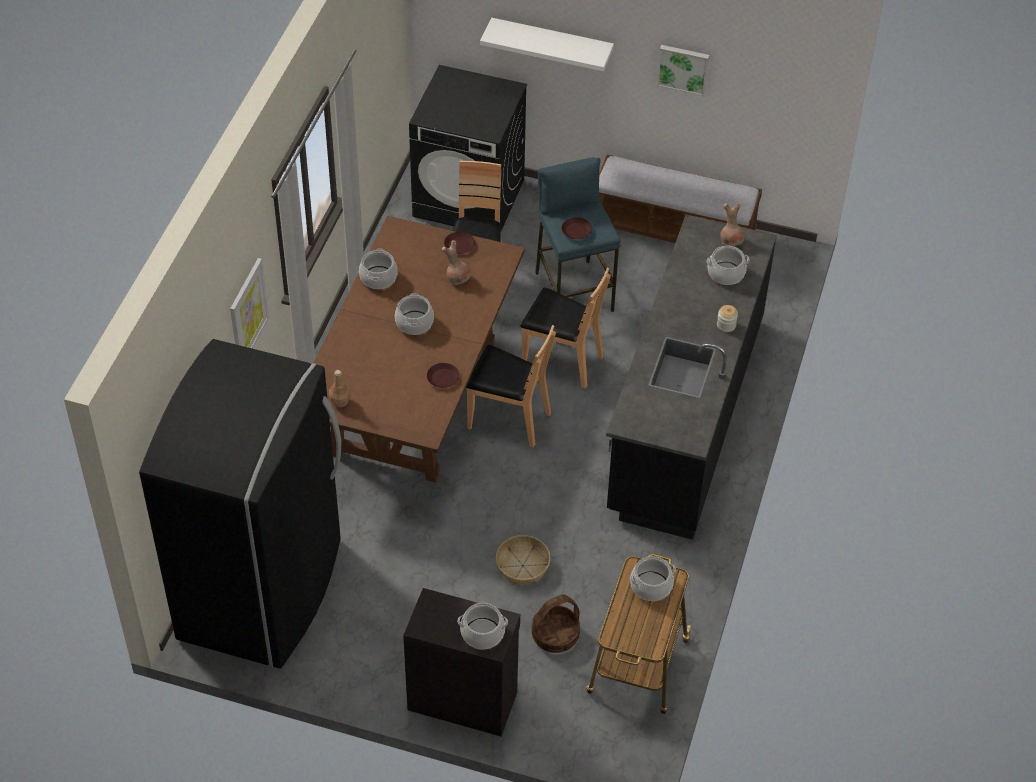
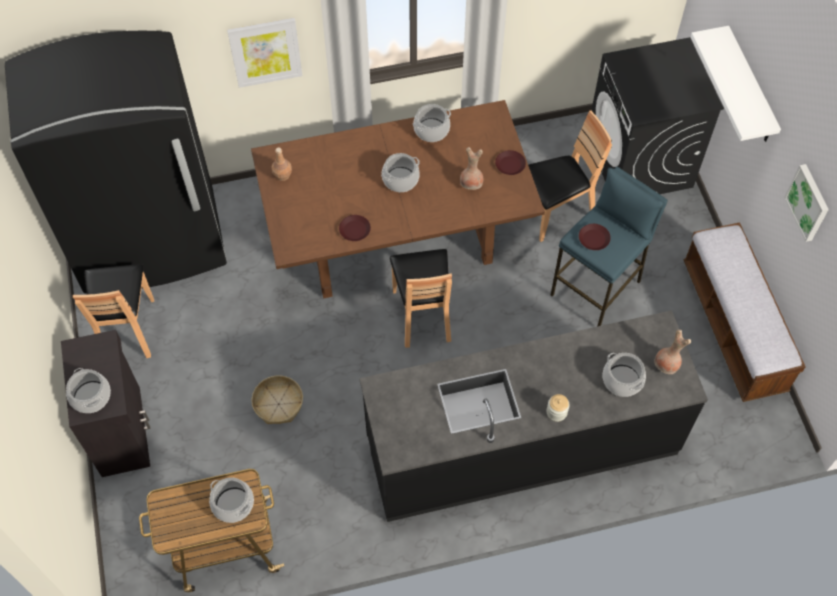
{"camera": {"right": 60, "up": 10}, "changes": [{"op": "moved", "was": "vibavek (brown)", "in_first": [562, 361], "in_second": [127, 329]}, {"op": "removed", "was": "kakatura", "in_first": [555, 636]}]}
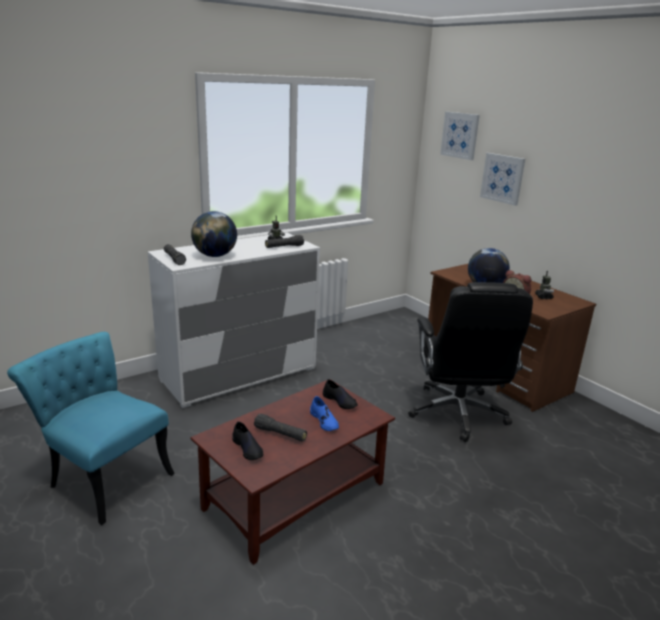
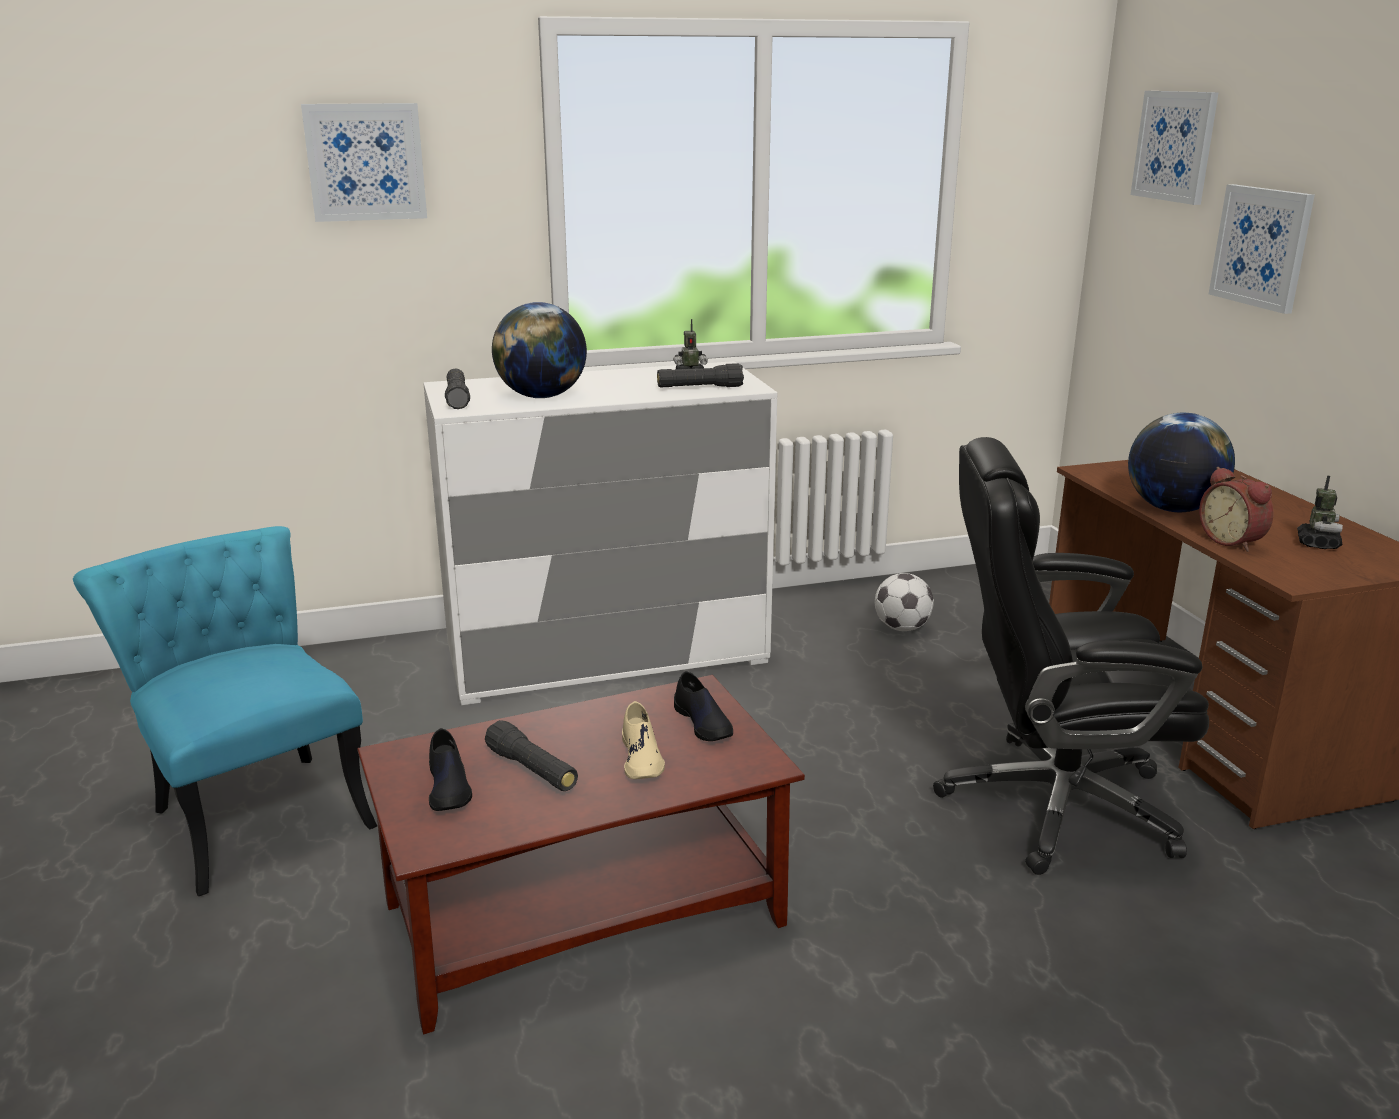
{"camera": {"right": 20, "up": 0}, "changes": [{"op": "added", "now": "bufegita", "in_second": [365, 162]}, {"op": "recoloured", "was": "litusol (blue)", "now": "litusol (beige)", "in_first": [324, 421], "in_second": [641, 758]}, {"op": "added", "now": "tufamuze", "in_second": [902, 628]}, {"op": "turned", "was": "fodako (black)", "in_first": [458, 414], "in_second": [1052, 804], "clockwise": 75}]}
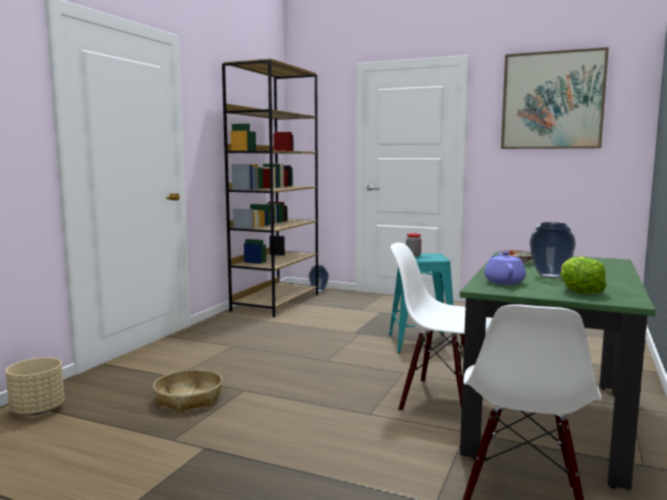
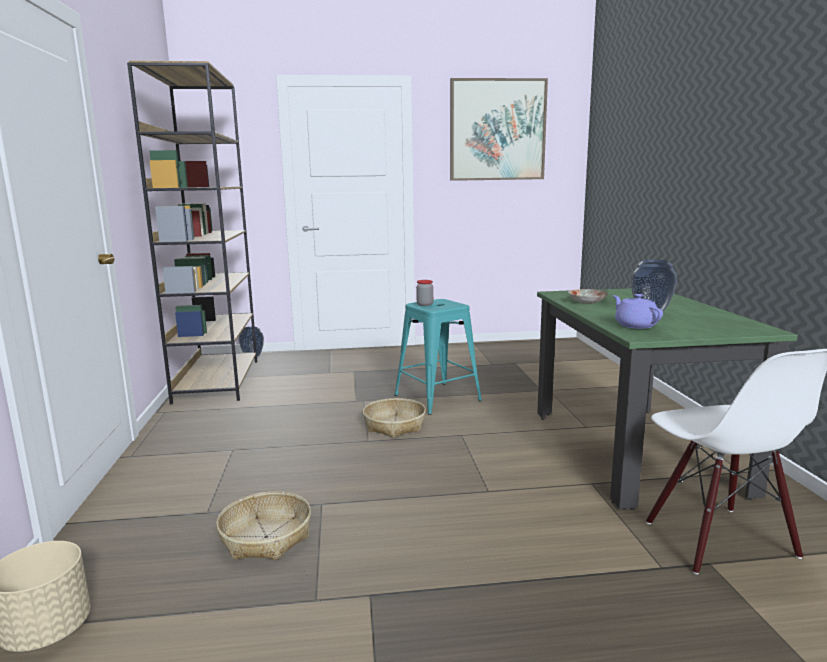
{"camera": {"right": -30, "up": 5}, "changes": [{"op": "added", "now": "kakatura", "in_second": [394, 425]}, {"op": "removed", "was": "vibavek (white)", "in_first": [440, 400]}, {"op": "removed", "was": "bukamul", "in_first": [579, 290]}]}
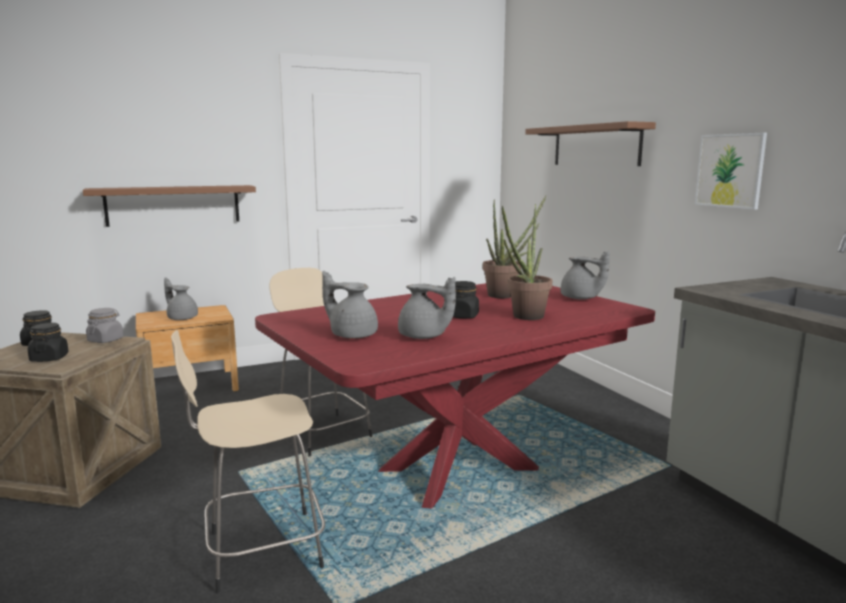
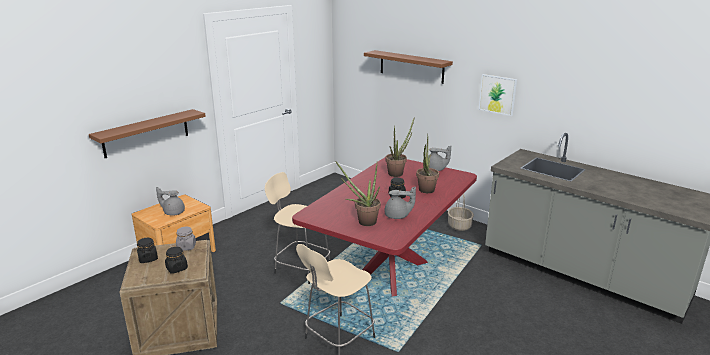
{"camera": {"right": -25, "up": 10}, "changes": [{"op": "replaced", "was": "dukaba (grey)", "now": "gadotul", "in_first": [352, 335], "in_second": [363, 222]}, {"op": "added", "now": "kakatura", "in_second": [459, 226]}]}
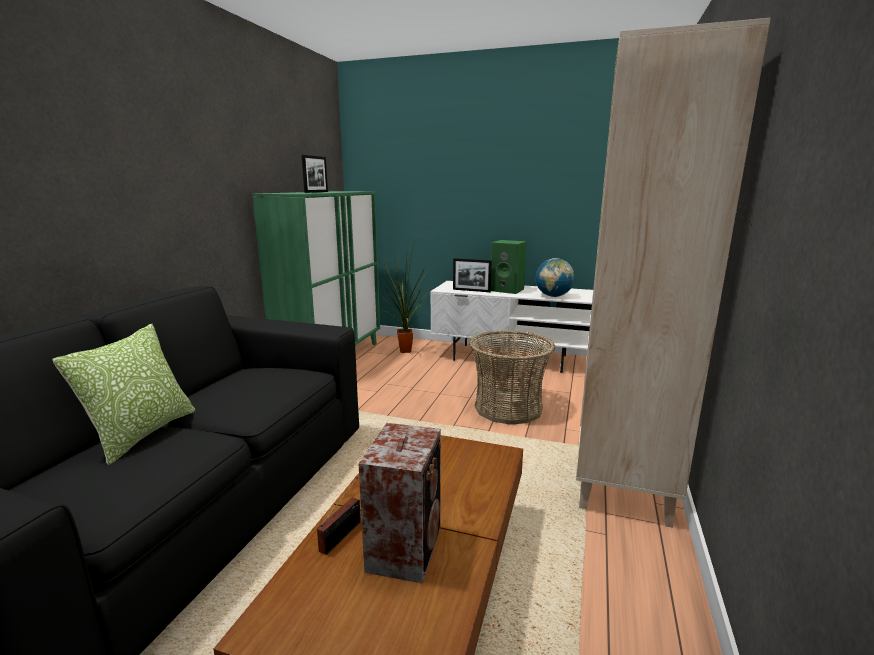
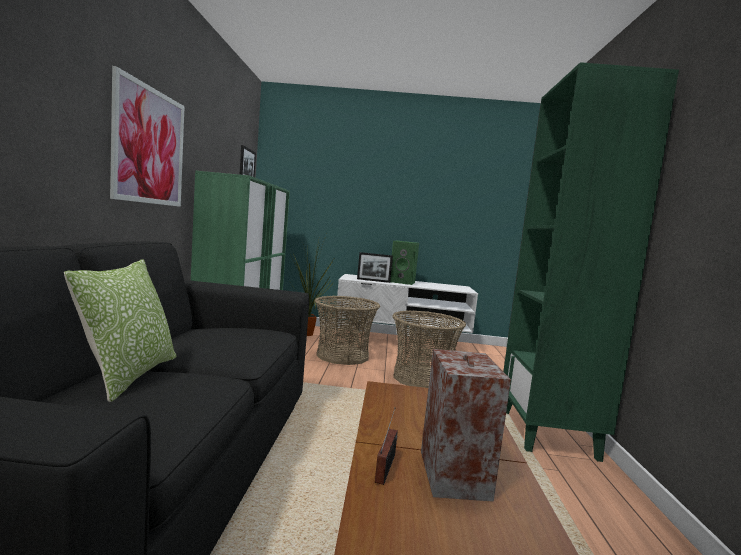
{"camera": {"right": -15, "up": -10}, "changes": [{"op": "added", "now": "bufegita", "in_second": [150, 146]}, {"op": "added", "now": "kakatura", "in_second": [343, 355]}, {"op": "recoloured", "was": "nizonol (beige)", "now": "nizonol (green)", "in_first": [623, 488], "in_second": [548, 435]}, {"op": "removed", "was": "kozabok", "in_first": [553, 296]}]}
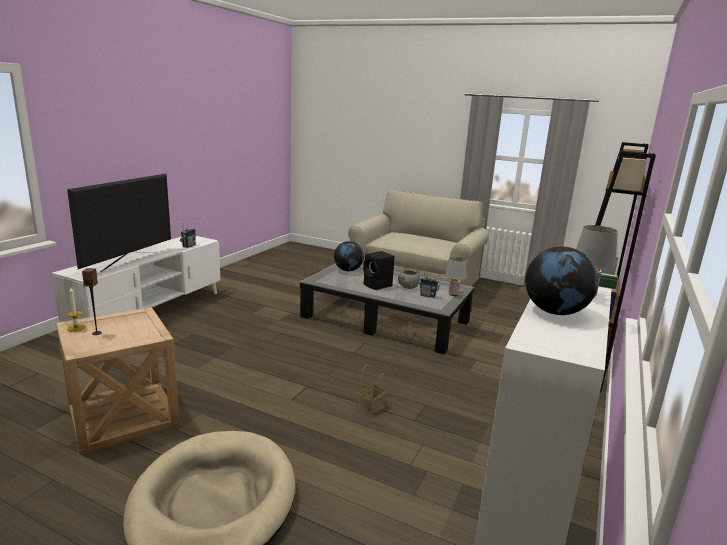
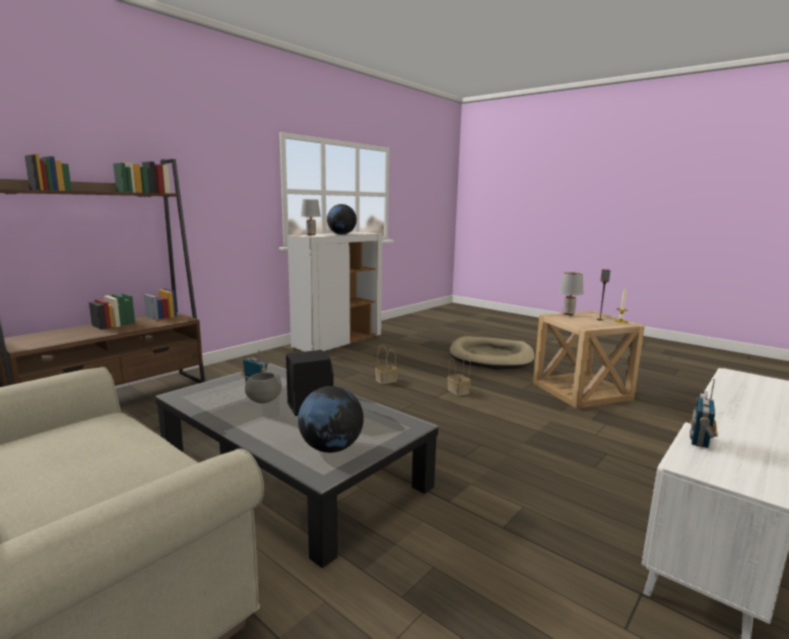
{"camera": {"right": -165, "up": -5}, "changes": [{"op": "added", "now": "kakatura", "in_second": [457, 391]}, {"op": "moved", "was": "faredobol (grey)", "in_first": [453, 294], "in_second": [568, 314]}, {"op": "removed", "was": "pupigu", "in_first": [129, 261]}]}
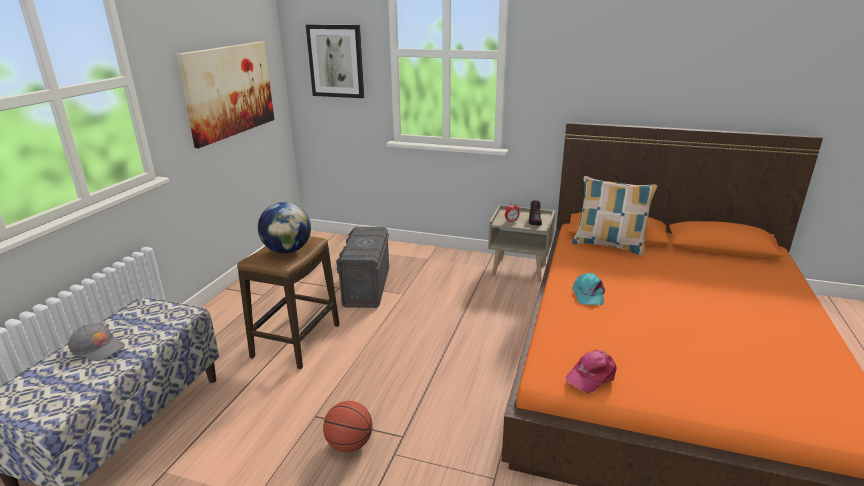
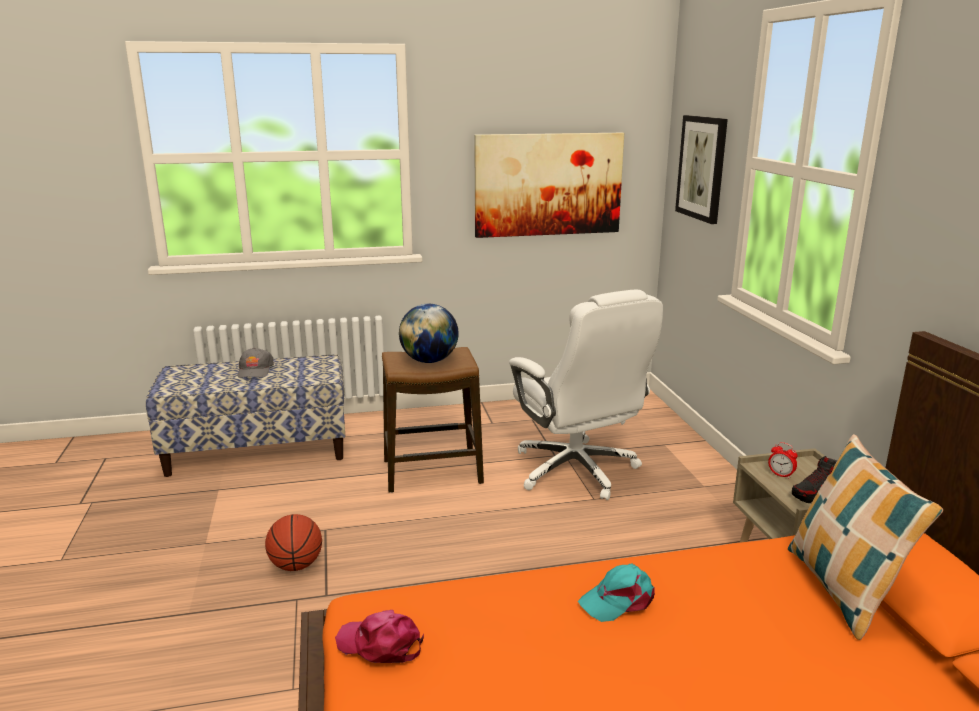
{"camera": {"right": 60, "up": -5}, "changes": [{"op": "replaced", "was": "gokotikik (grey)", "now": "fodako (white)", "in_first": [366, 287], "in_second": [577, 471]}]}
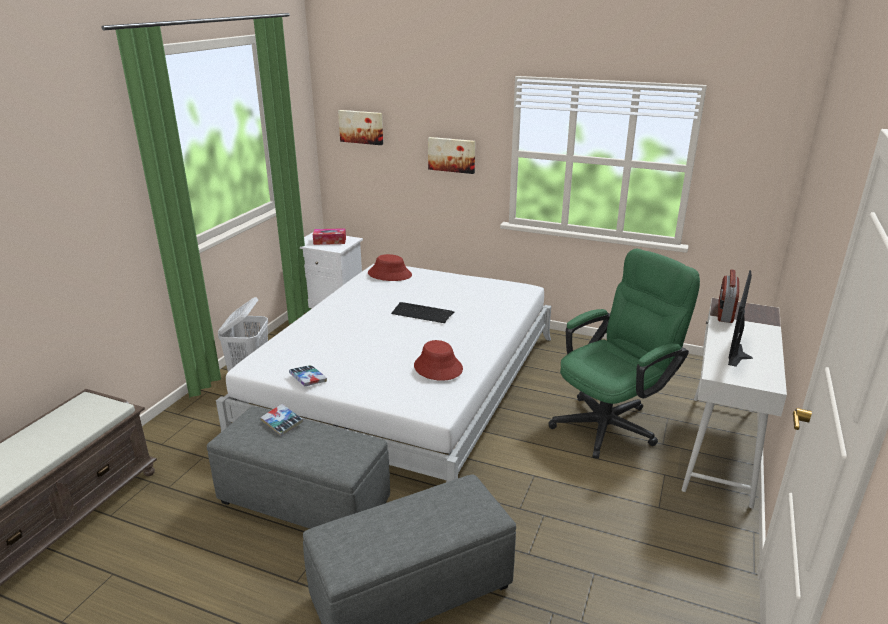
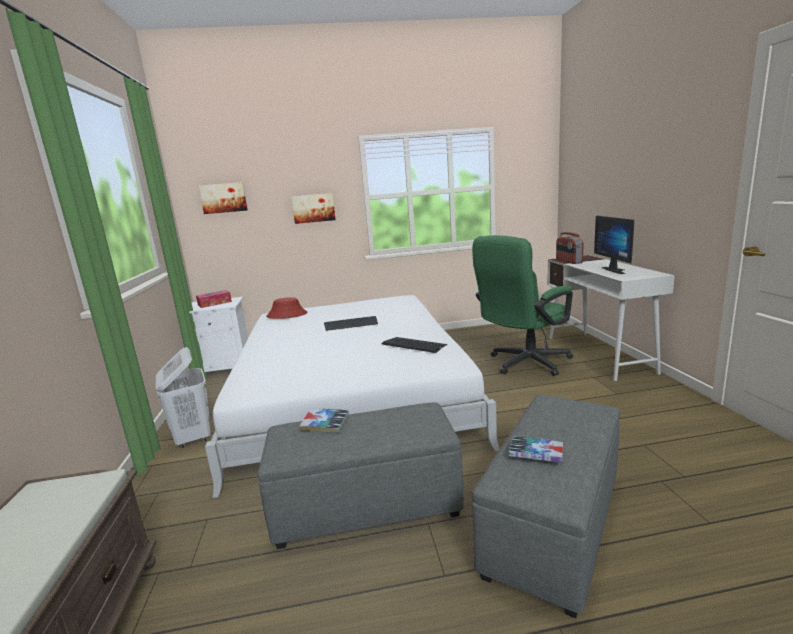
{"camera": {"right": -30, "up": -10}, "changes": [{"op": "replaced", "was": "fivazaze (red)", "now": "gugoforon", "in_first": [438, 368], "in_second": [414, 345]}, {"op": "turned", "was": "fodako (green)", "in_first": [612, 422], "in_second": [524, 364], "clockwise": -150}, {"op": "moved", "was": "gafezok", "in_first": [308, 379], "in_second": [536, 454]}]}
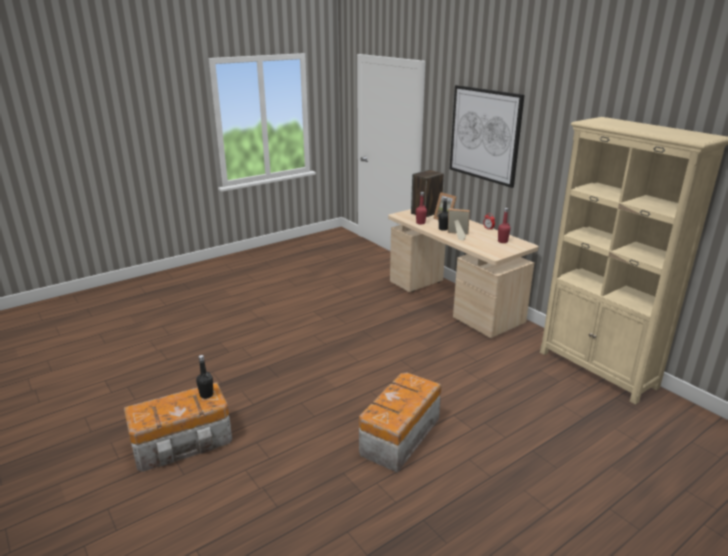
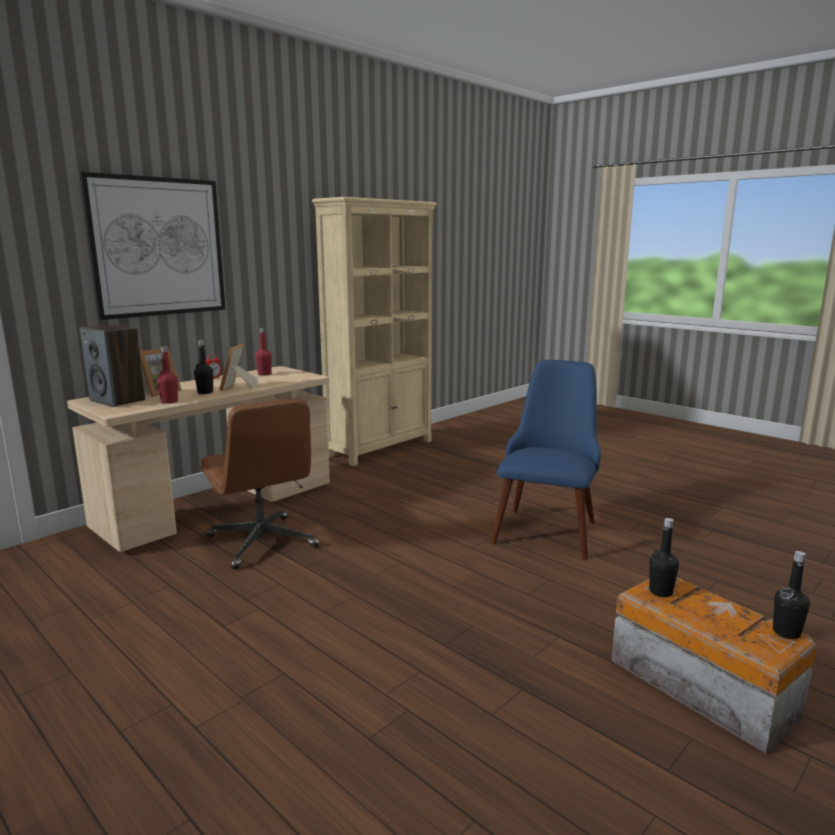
{"camera": {"right": -100, "up": -10}, "changes": [{"op": "added", "now": "fodako (brown)", "in_second": [262, 542]}, {"op": "replaced", "was": "gokotikik", "now": "vibavek (blue)", "in_first": [398, 437], "in_second": [548, 526]}, {"op": "added", "now": "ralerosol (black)", "in_second": [786, 632]}]}
